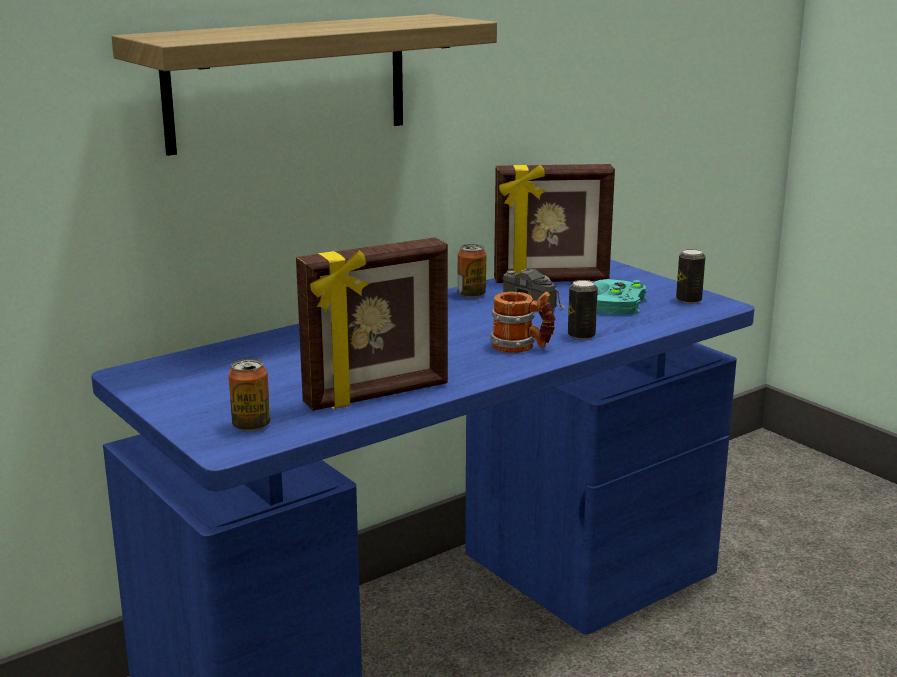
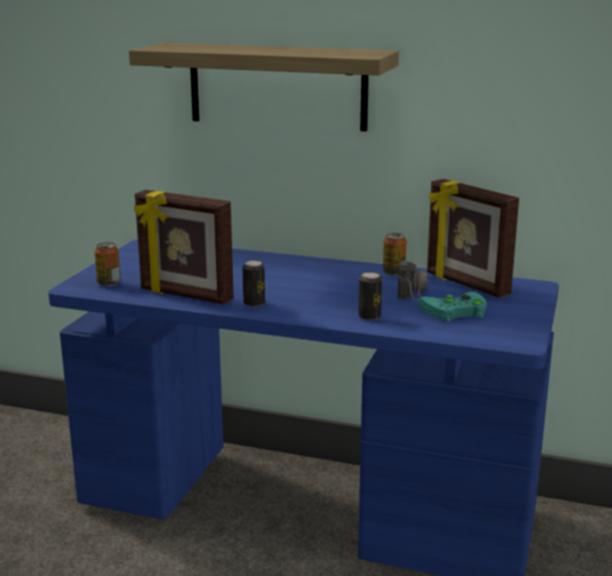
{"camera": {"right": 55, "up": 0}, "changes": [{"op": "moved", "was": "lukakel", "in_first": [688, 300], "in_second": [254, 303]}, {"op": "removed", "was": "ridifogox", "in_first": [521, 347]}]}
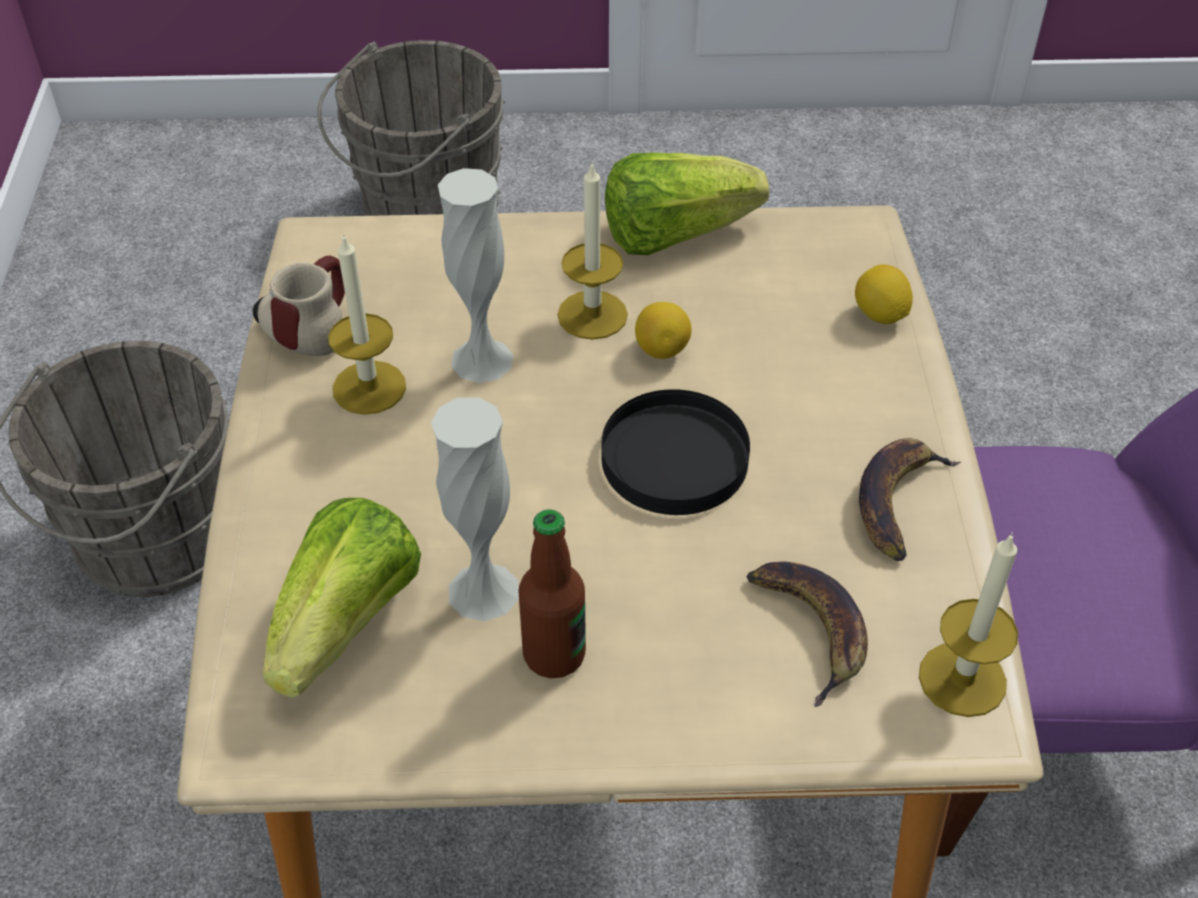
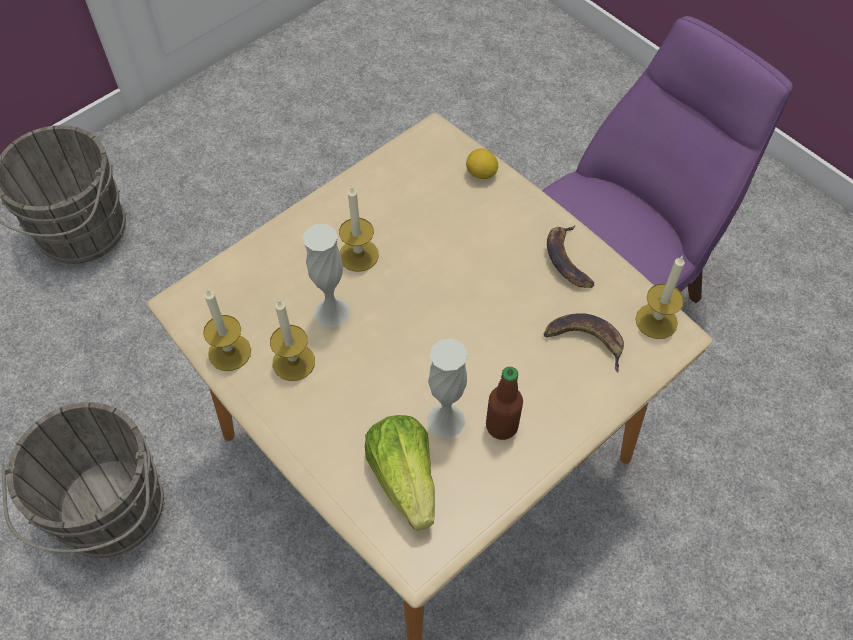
{"camera": {"right": -40, "up": 10}, "changes": [{"op": "replaced", "was": "ridifogox", "now": "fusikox", "in_first": [307, 327], "in_second": [229, 352]}, {"op": "removed", "was": "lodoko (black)", "in_first": [674, 459]}, {"op": "removed", "was": "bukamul", "in_first": [674, 234]}, {"op": "removed", "was": "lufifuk", "in_first": [662, 349]}]}
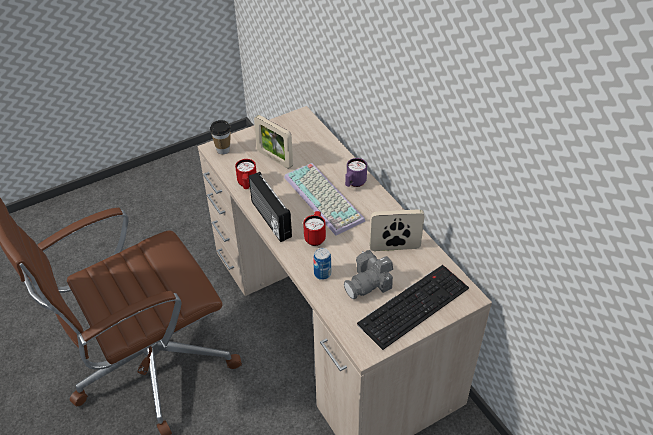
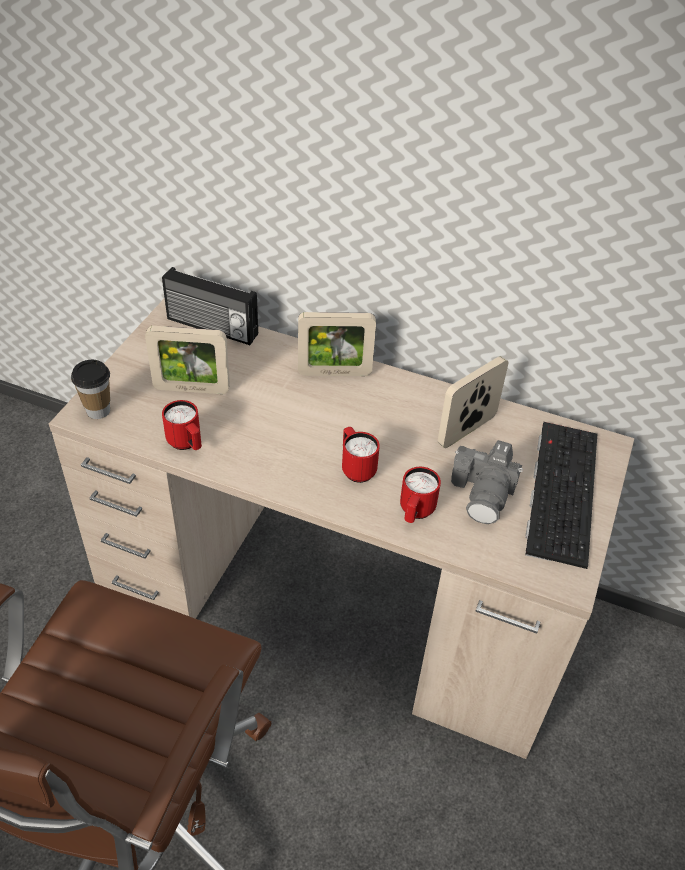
{"camera": {"right": -40, "up": 0}, "changes": [{"op": "moved", "was": "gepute", "in_first": [270, 219], "in_second": [211, 328]}, {"op": "replaced", "was": "ridifogox (purple)", "now": "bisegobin", "in_first": [354, 183], "in_second": [334, 373]}, {"op": "replaced", "was": "lukakel", "now": "ridifogox (red)", "in_first": [322, 273], "in_second": [415, 512]}, {"op": "removed", "was": "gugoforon", "in_first": [325, 199]}]}
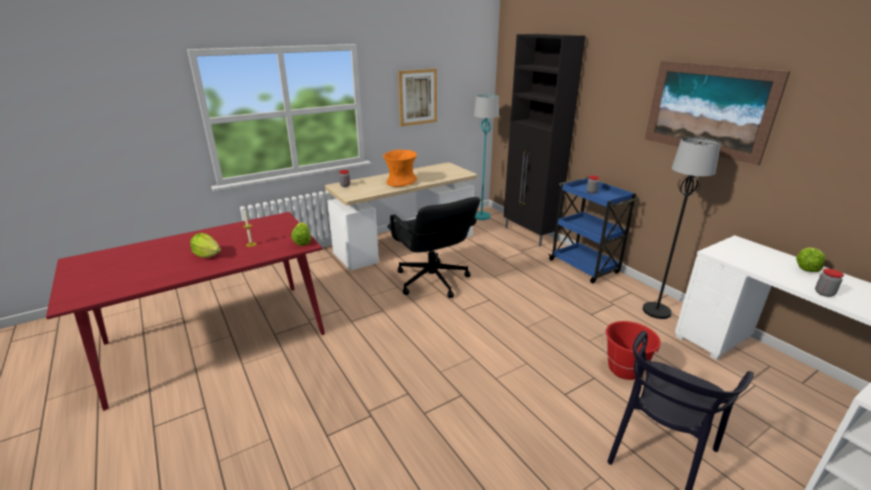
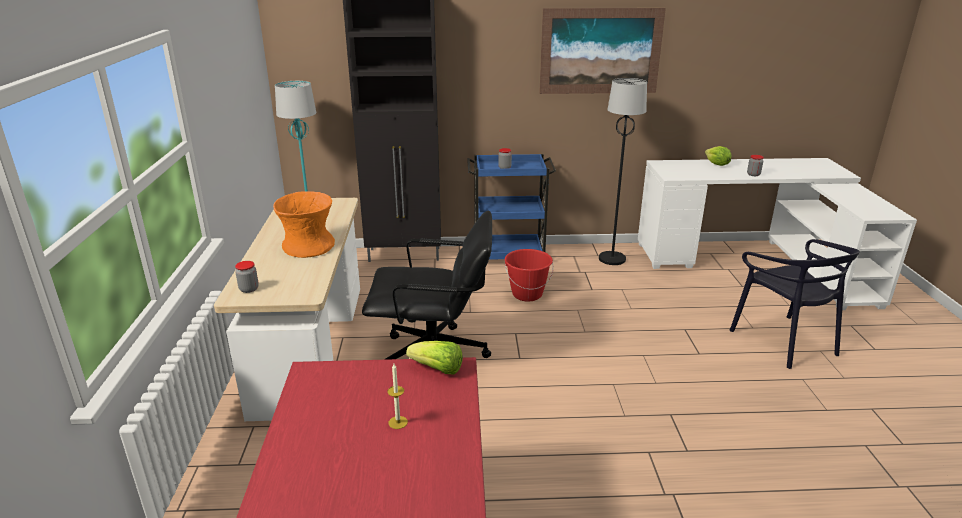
{"camera": {"right": -60, "up": 0}, "changes": [{"op": "moved", "was": "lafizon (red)", "in_first": [624, 369], "in_second": [527, 294]}, {"op": "removed", "was": "bukamul", "in_first": [207, 255]}, {"op": "removed", "was": "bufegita", "in_first": [417, 97]}]}
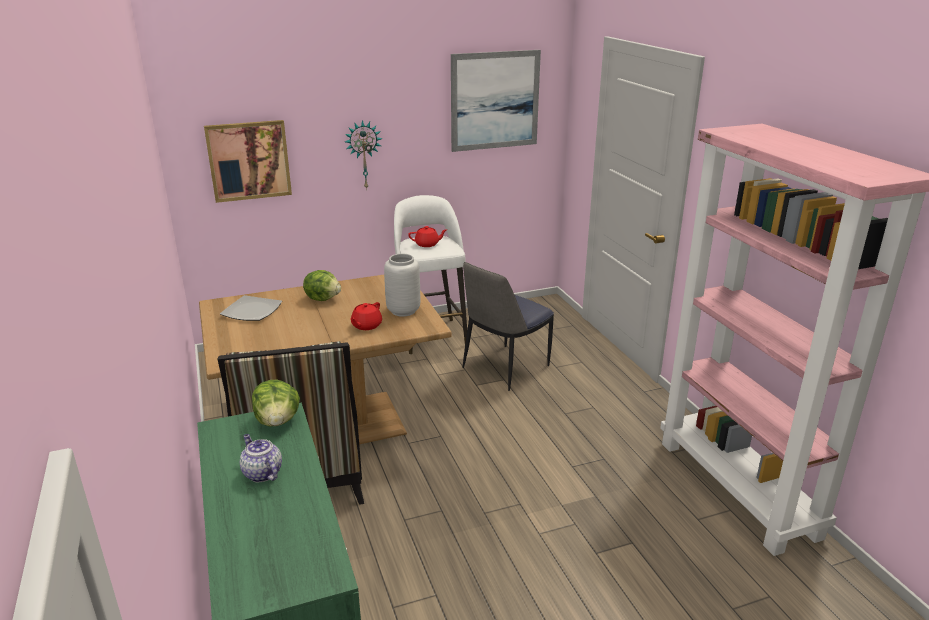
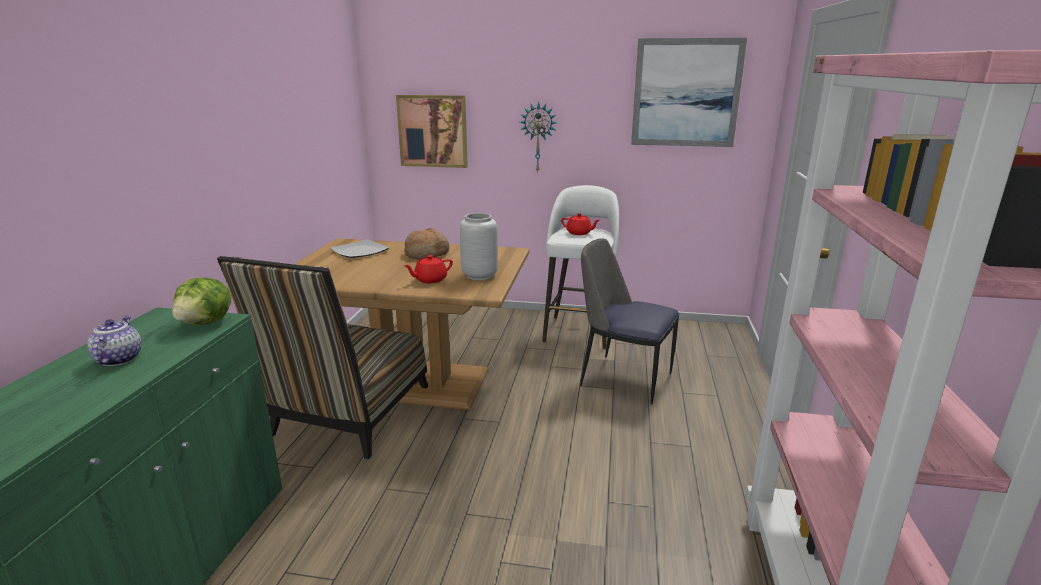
{"camera": {"right": 30, "up": -5}, "changes": [{"op": "replaced", "was": "bukamul", "now": "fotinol", "in_first": [323, 298], "in_second": [427, 254]}, {"op": "turned", "was": "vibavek", "in_first": [504, 368], "in_second": [623, 378], "clockwise": 45}]}
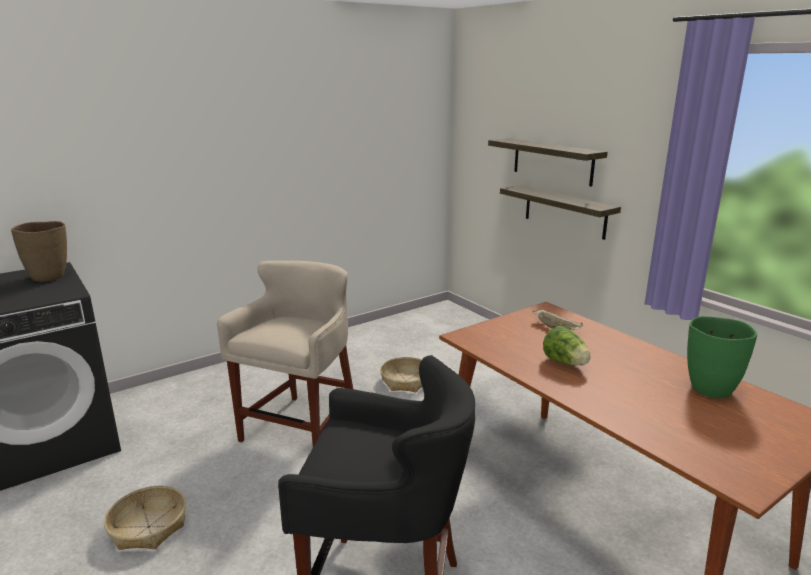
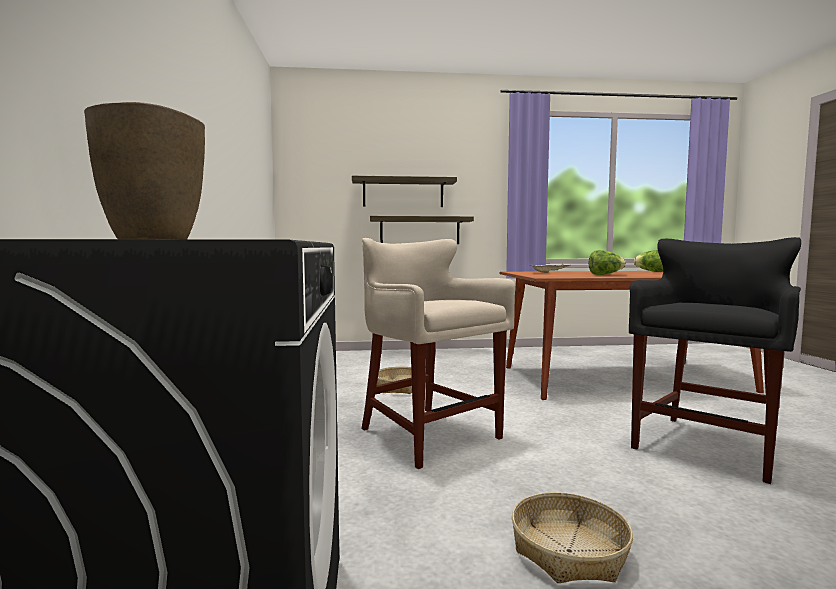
{"camera": {"right": -60, "up": -15}, "changes": [{"op": "replaced", "was": "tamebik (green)", "now": "bukamul", "in_first": [710, 389], "in_second": [651, 271]}]}
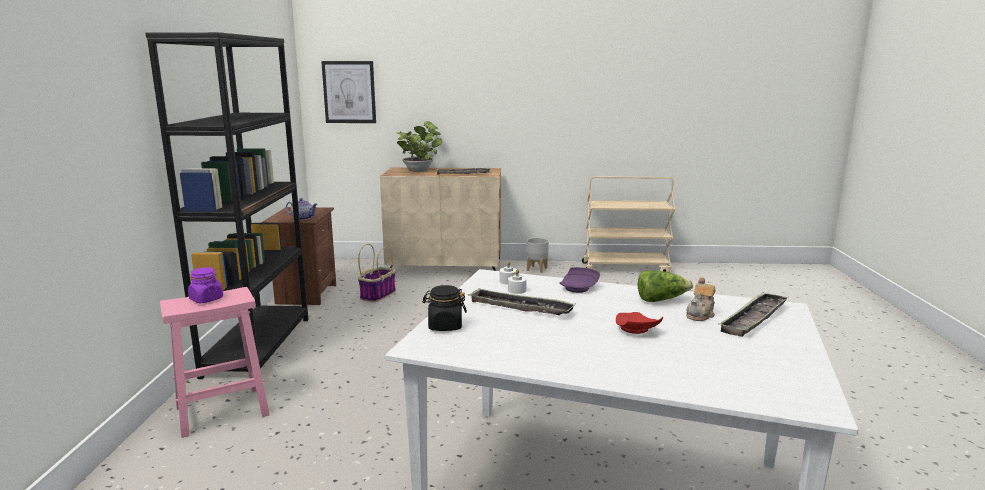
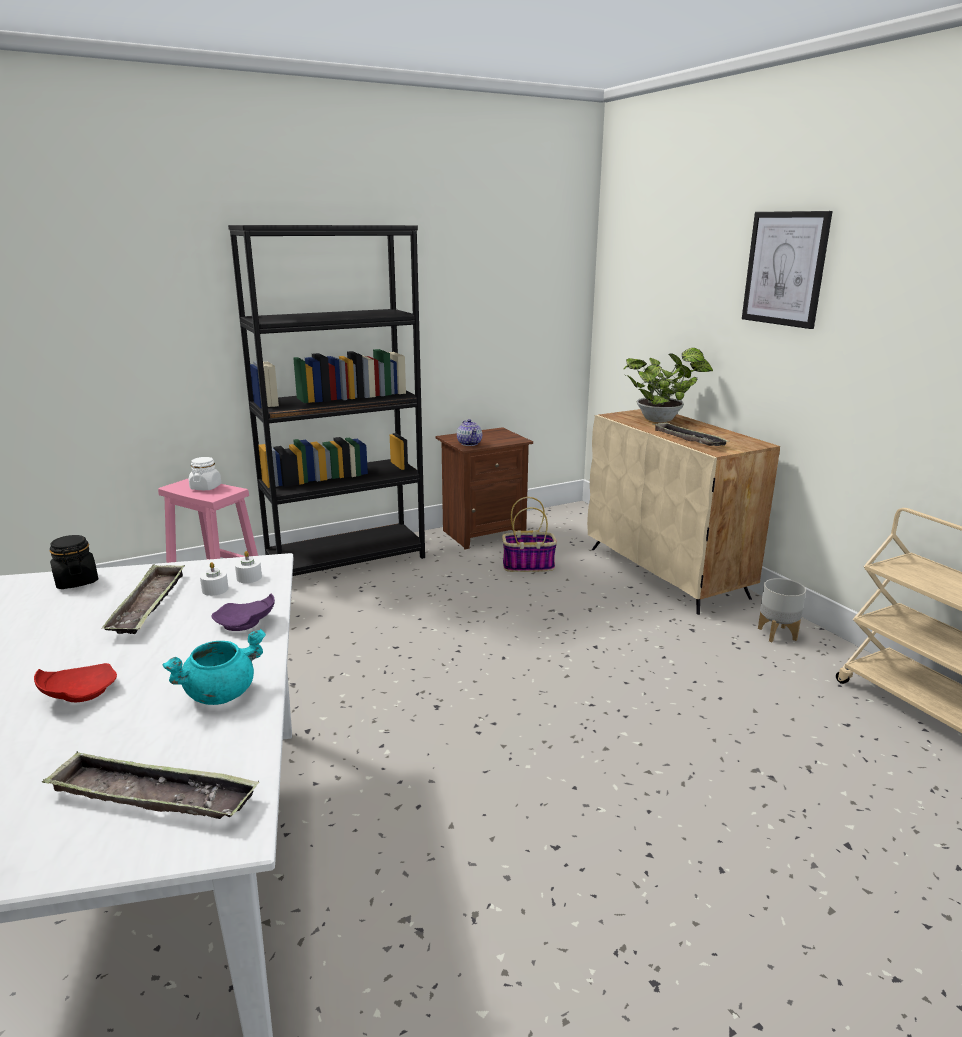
{"camera": {"right": 60, "up": 5}, "changes": [{"op": "replaced", "was": "bukamul", "now": "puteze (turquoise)", "in_first": [661, 300], "in_second": [220, 693]}, {"op": "recoloured", "was": "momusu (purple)", "now": "momusu (white)", "in_first": [206, 299], "in_second": [206, 487]}, {"op": "moved", "was": "bufegita", "in_first": [349, 92], "in_second": [785, 269]}, {"op": "removed", "was": "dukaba", "in_first": [700, 315]}]}
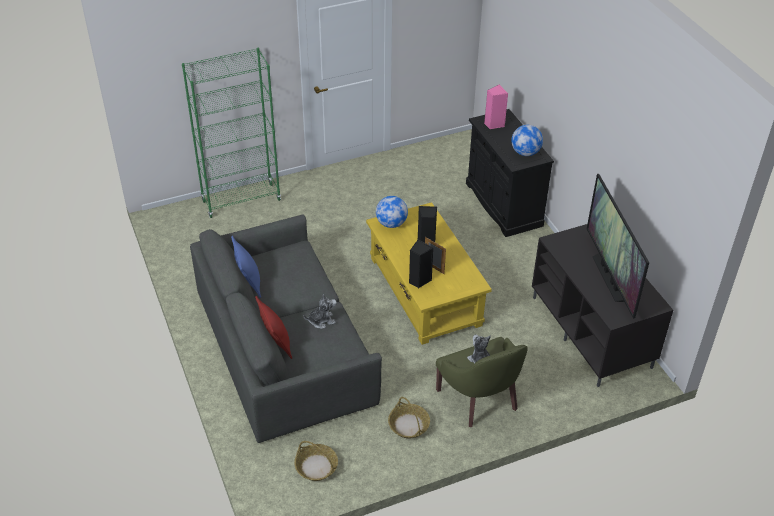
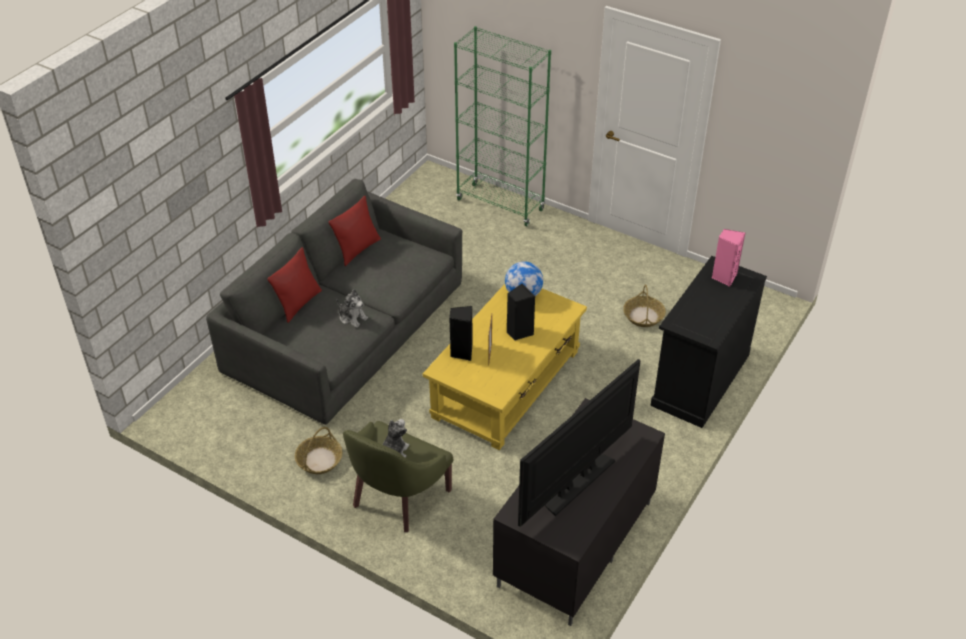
{"camera": {"right": 55, "up": 0}, "changes": [{"op": "recoloured", "was": "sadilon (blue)", "now": "sadilon (red)", "in_first": [249, 282], "in_second": [357, 249]}, {"op": "moved", "was": "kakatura", "in_first": [316, 467], "in_second": [643, 316]}, {"op": "removed", "was": "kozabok", "in_first": [525, 153]}]}
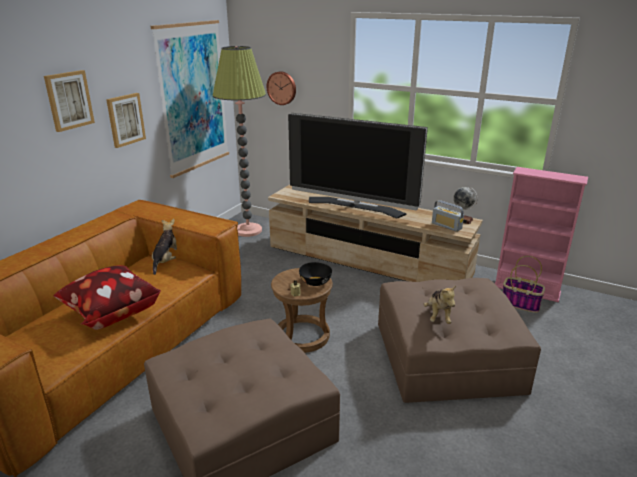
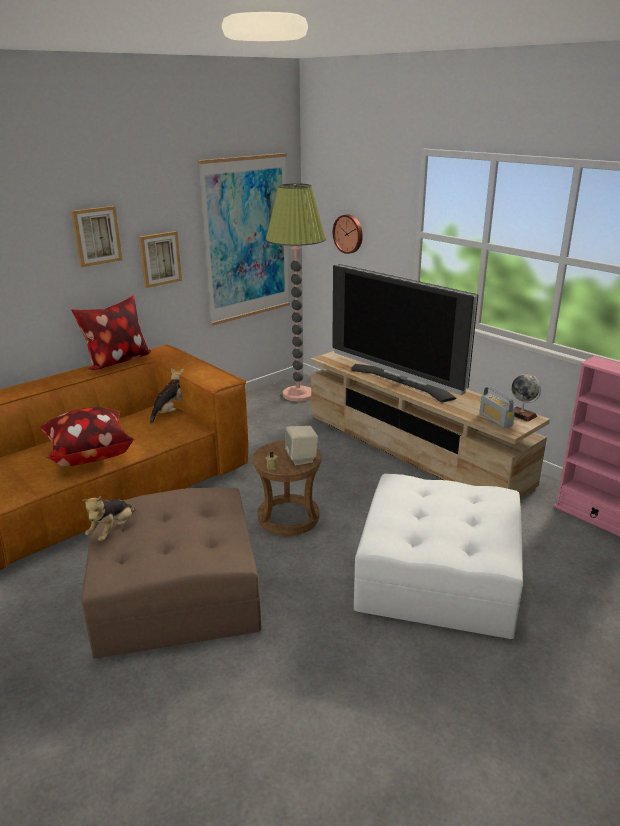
{"camera": {"right": 20, "up": 0}, "changes": [{"op": "added", "now": "sadilon", "in_second": [116, 362]}, {"op": "moved", "was": "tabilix", "in_first": [438, 316], "in_second": [112, 531]}, {"op": "replaced", "was": "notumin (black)", "now": "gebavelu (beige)", "in_first": [316, 282], "in_second": [301, 459]}, {"op": "recoloured", "was": "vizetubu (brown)", "now": "vizetubu (white)", "in_first": [446, 356], "in_second": [437, 574]}, {"op": "removed", "was": "kakatura", "in_first": [521, 304]}]}
